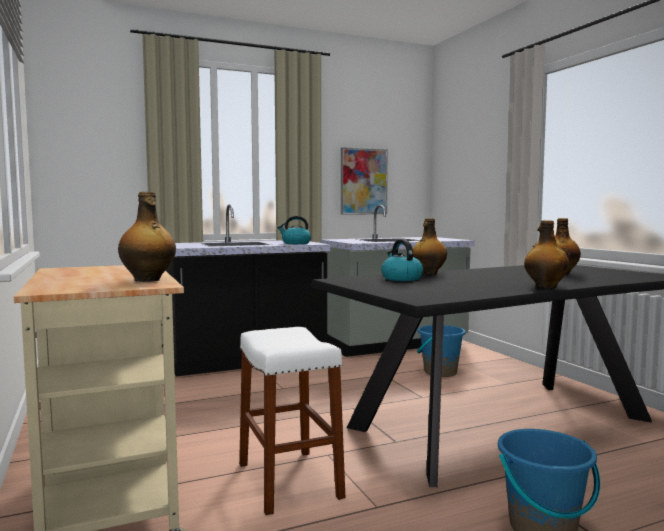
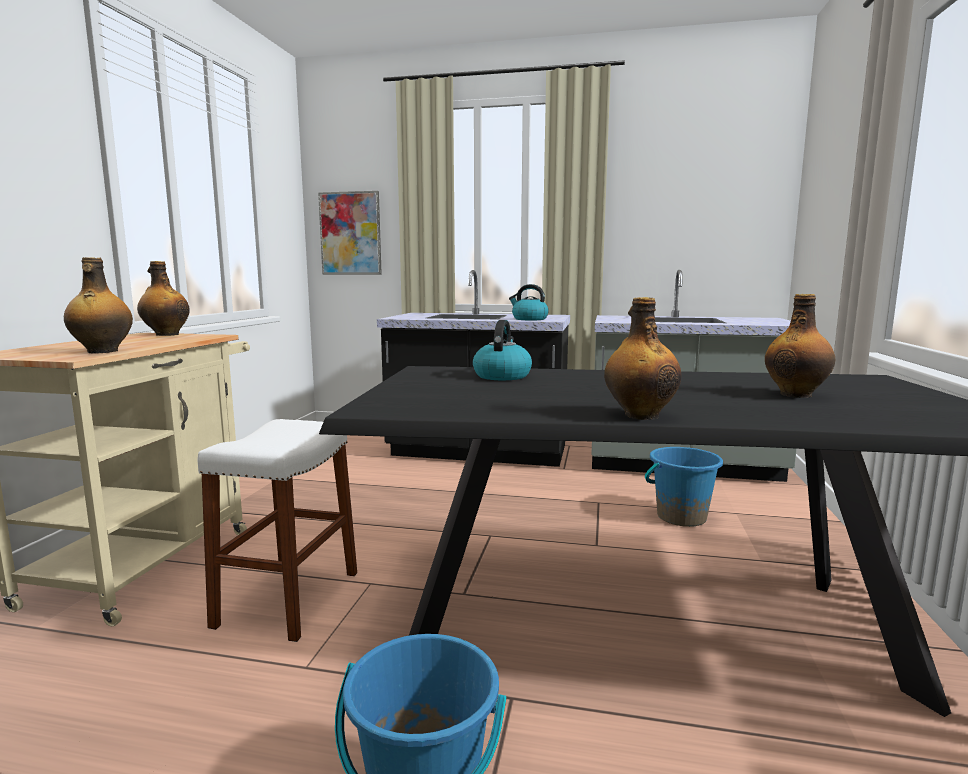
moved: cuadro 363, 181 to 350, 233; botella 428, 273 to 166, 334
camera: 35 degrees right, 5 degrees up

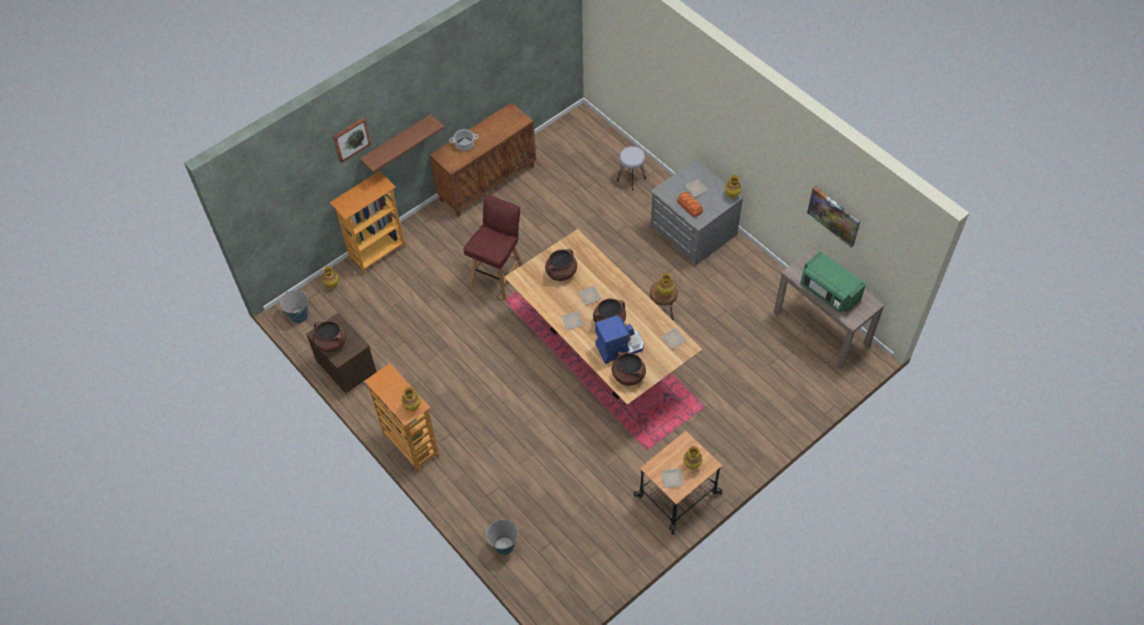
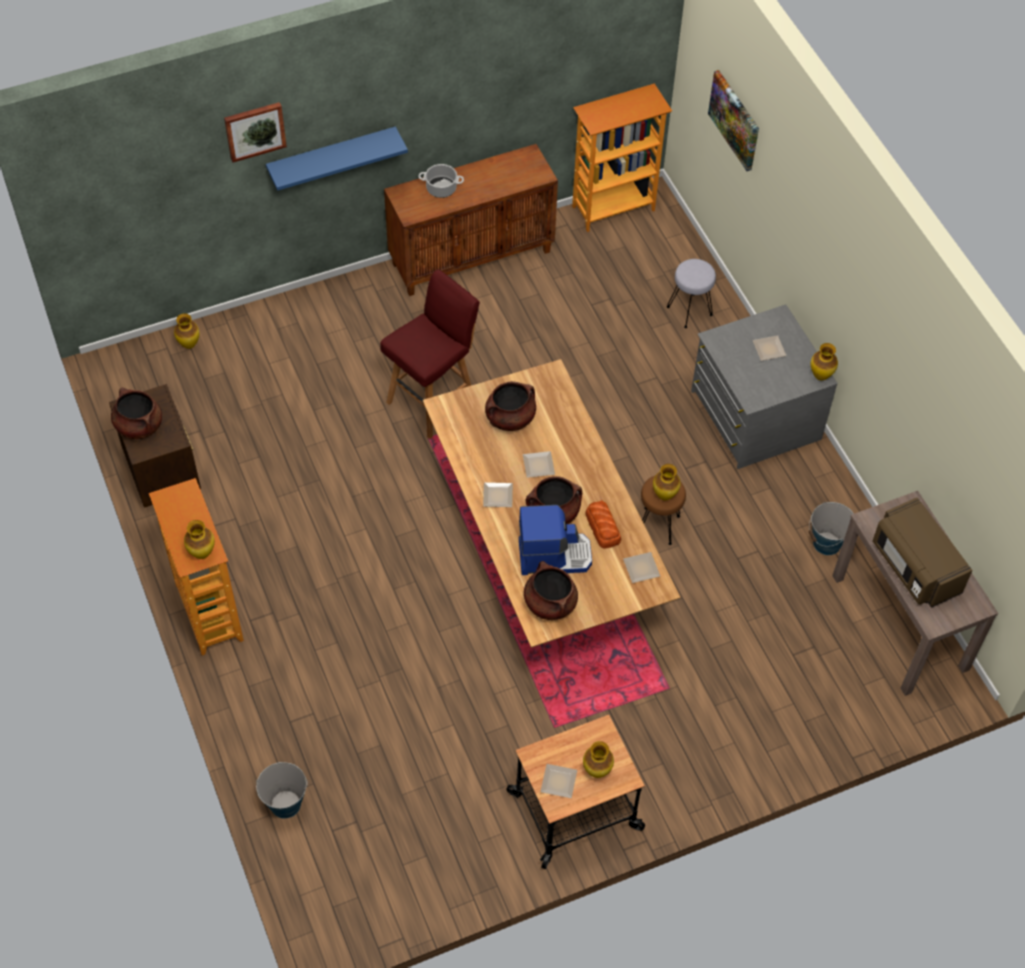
moved: cubo 299, 316 to 827, 543; estantería 377, 253 to 613, 208; pan 690, 206 to 603, 528; cuadro 834, 216 to 735, 120
recoloured: estante [marrón] 397, 143 to estante [azul] 332, 157; microondas [verde] 828, 292 to microondas [marrón] 914, 567
camera: 15 degrees right, 0 degrees up

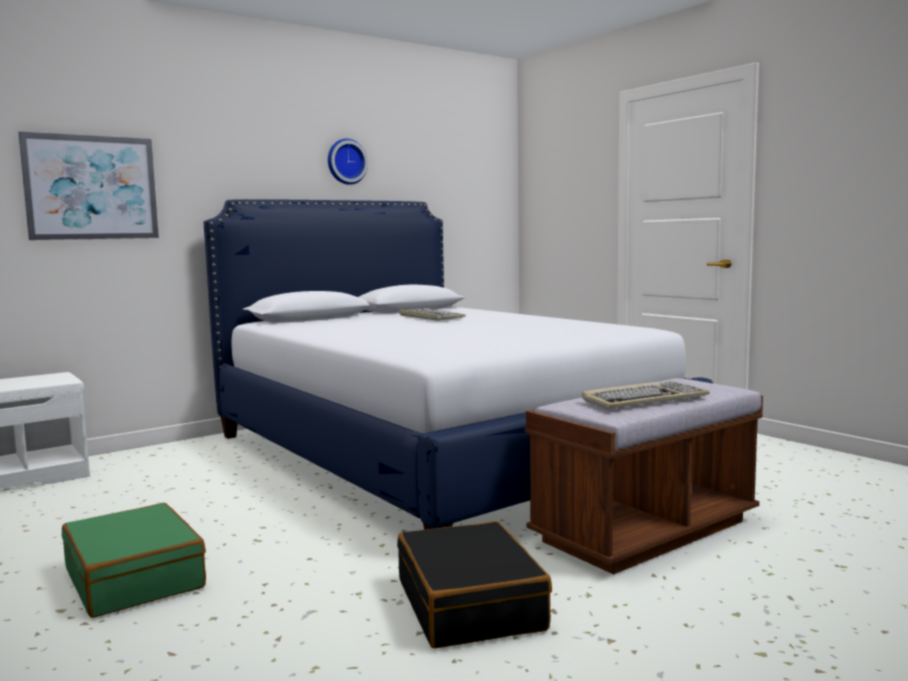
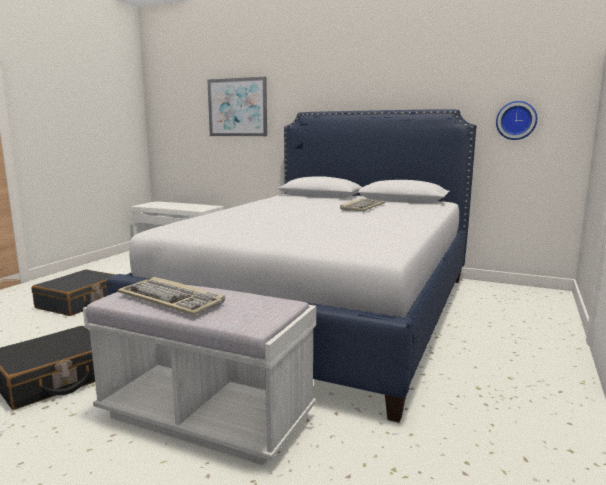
moved: reloj de pared 346, 162 to 516, 120
recoloured: maleta [verde] 135, 578 to maleta [negro] 80, 302; banco [marrón] 645, 531 to banco [blanco] 206, 417
camera: 60 degrees right, 5 degrees up

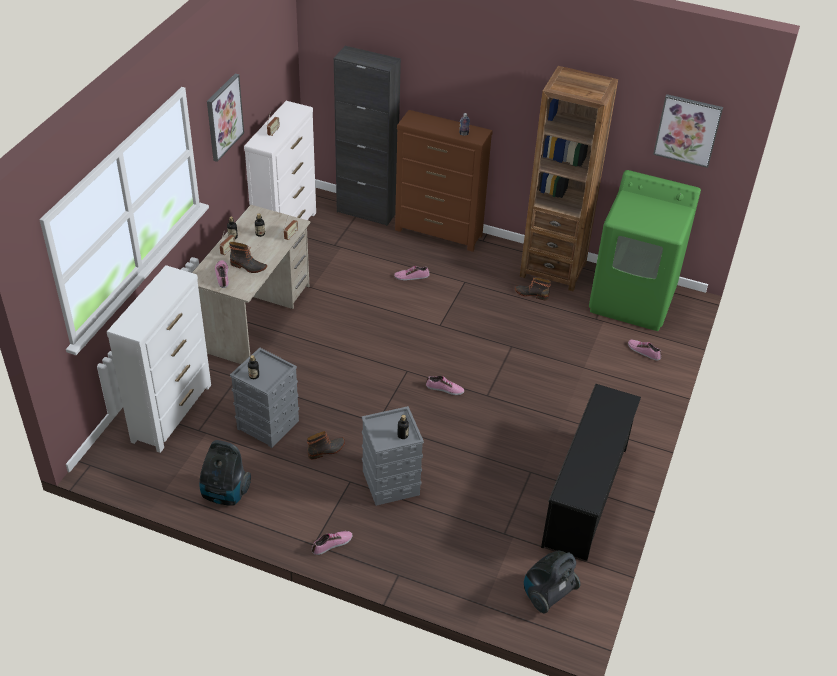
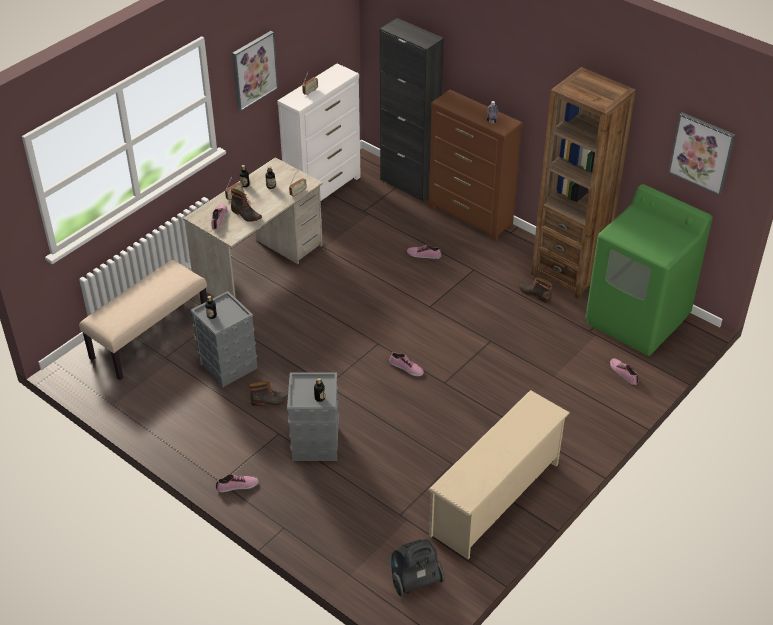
removed: aspiradora 225, 494
replaced: cómoda [blanco] 172, 412 to banco [beis] 150, 336
recoloured: zapatero [negro] 586, 497 to zapatero [beis] 496, 500
camera: 20 degrees right, 0 degrees up

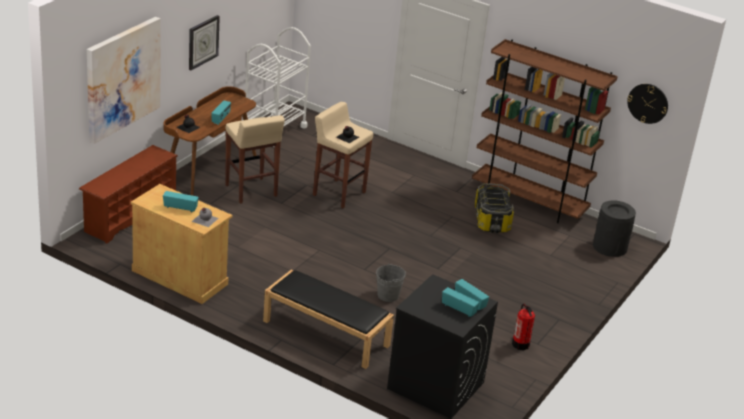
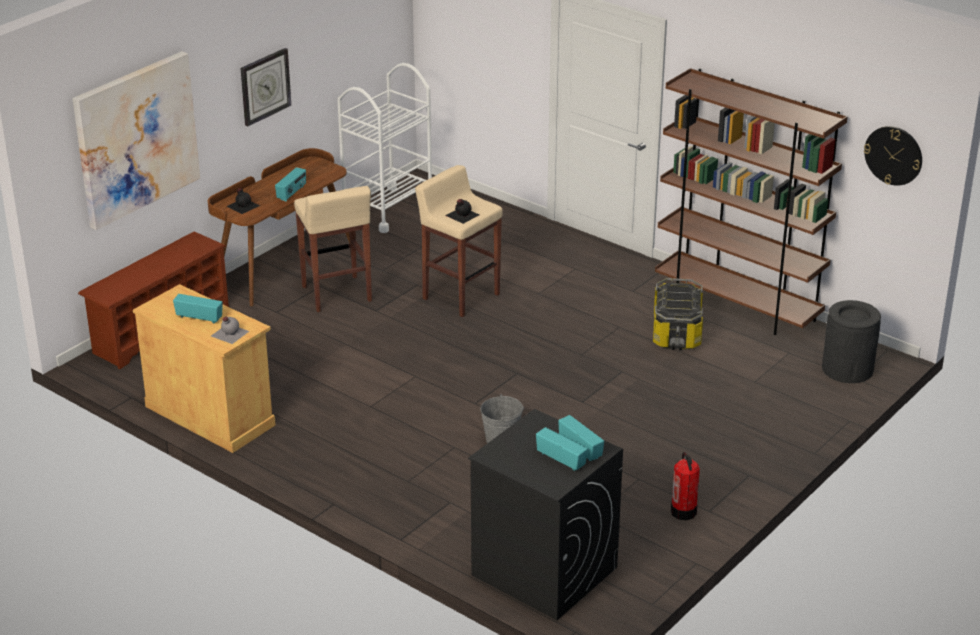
removed: banco [negro] 325, 333
camera: 10 degrees right, 0 degrees up

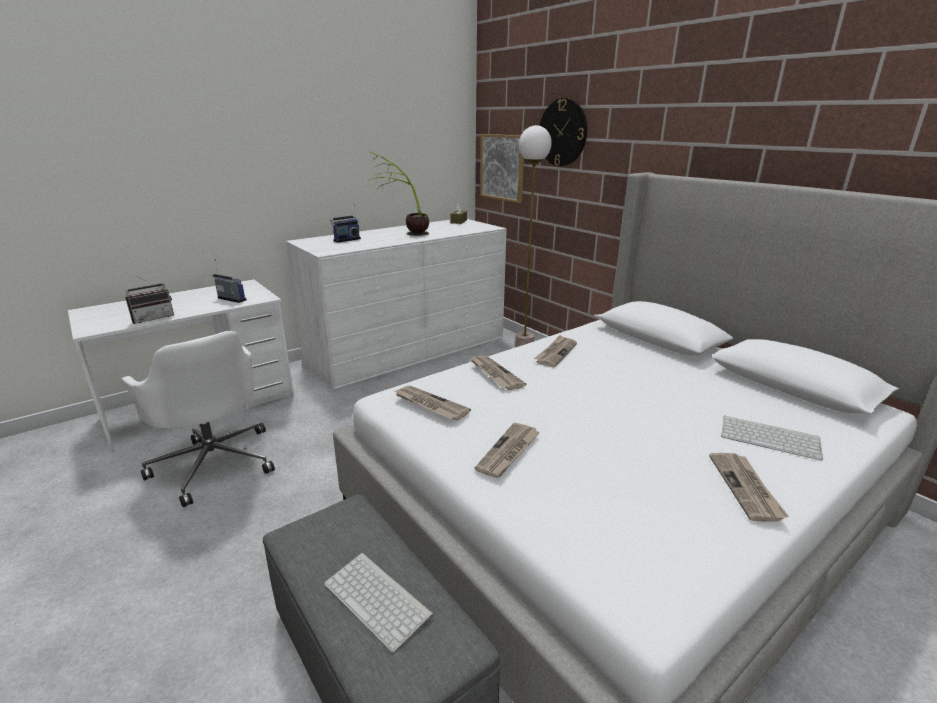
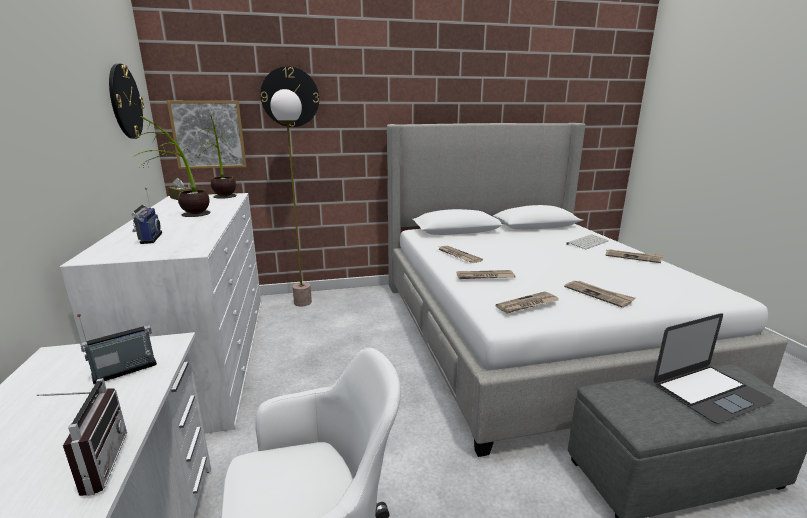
added: reloj de pared 125, 102; planta en maceta 223, 198
replaced: teclado 379, 599 to portátil 710, 392
camera: 65 degrees left, 5 degrees down

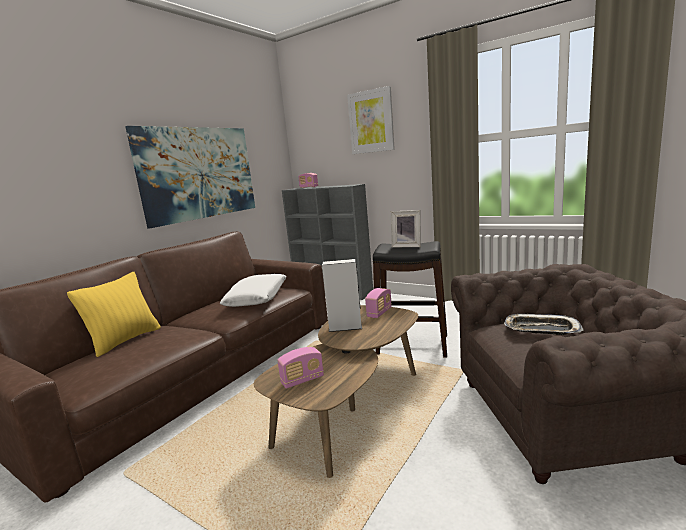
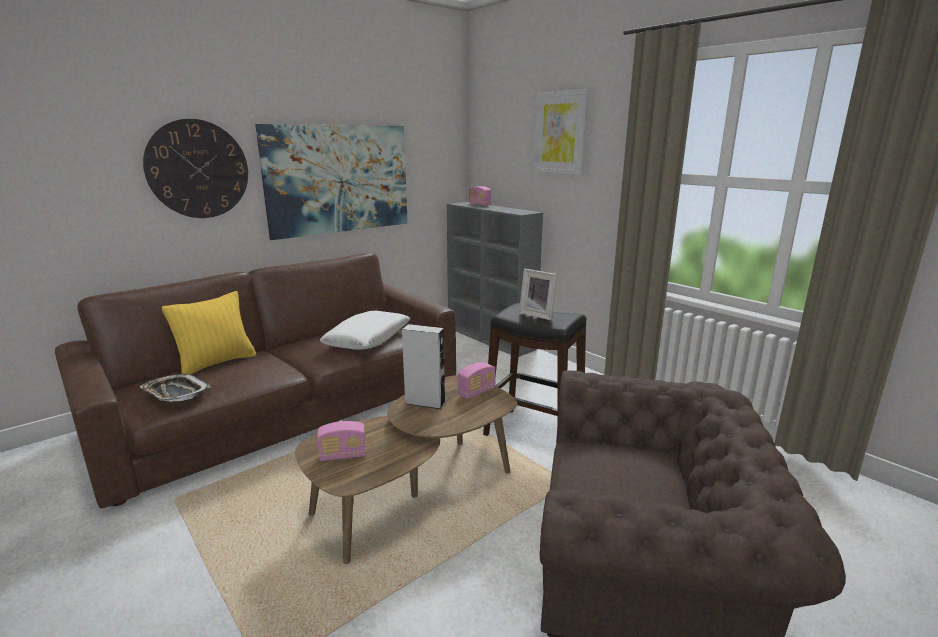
added: reloj de pared 198, 169
moved: bandeja 541, 329 to 175, 392
camera: 15 degrees right, 5 degrees up

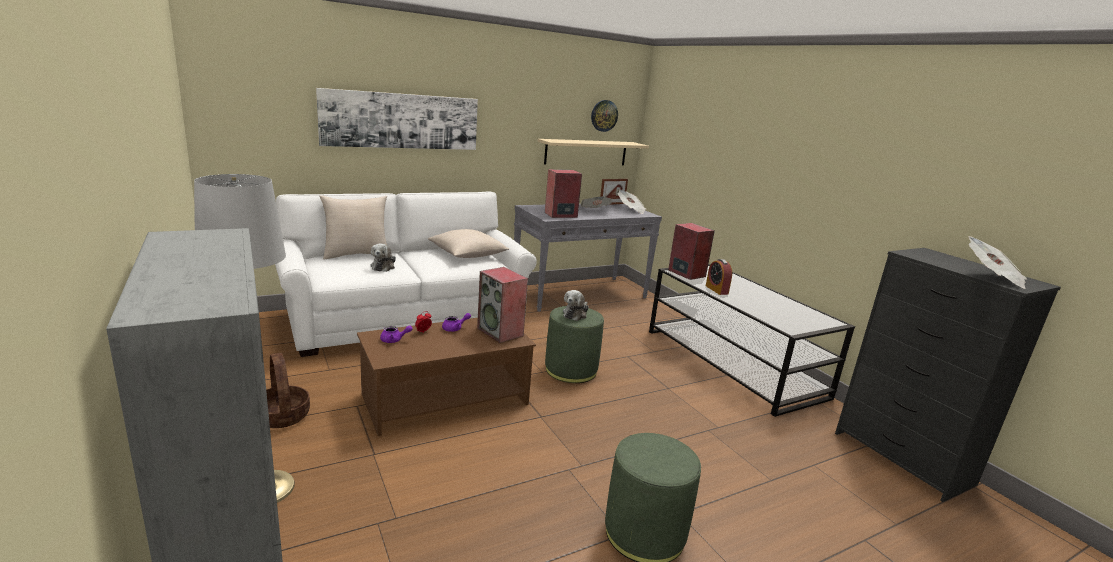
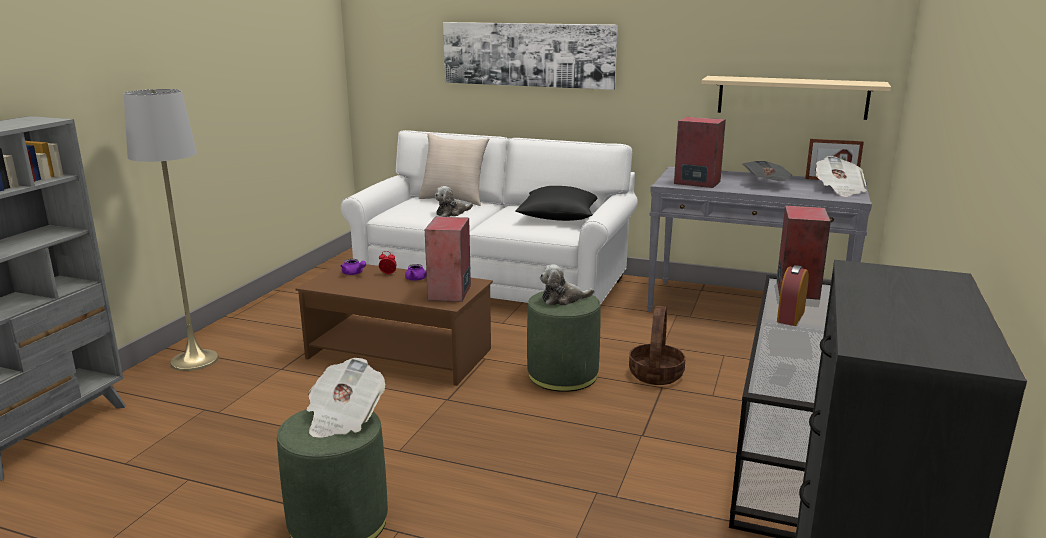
removed: reloj de pared 604, 115
moved: cesta 283, 416 to 656, 374; periódico 992, 278 to 344, 418
recoloured: cojín [beis] 467, 254 to cojín [negro] 558, 217
camera: 50 degrees right, 0 degrees up

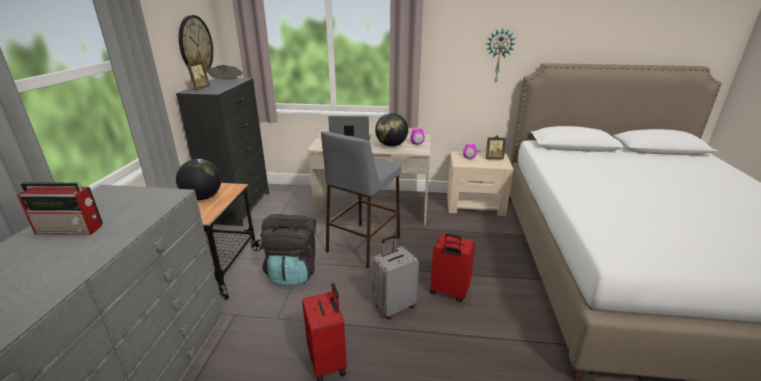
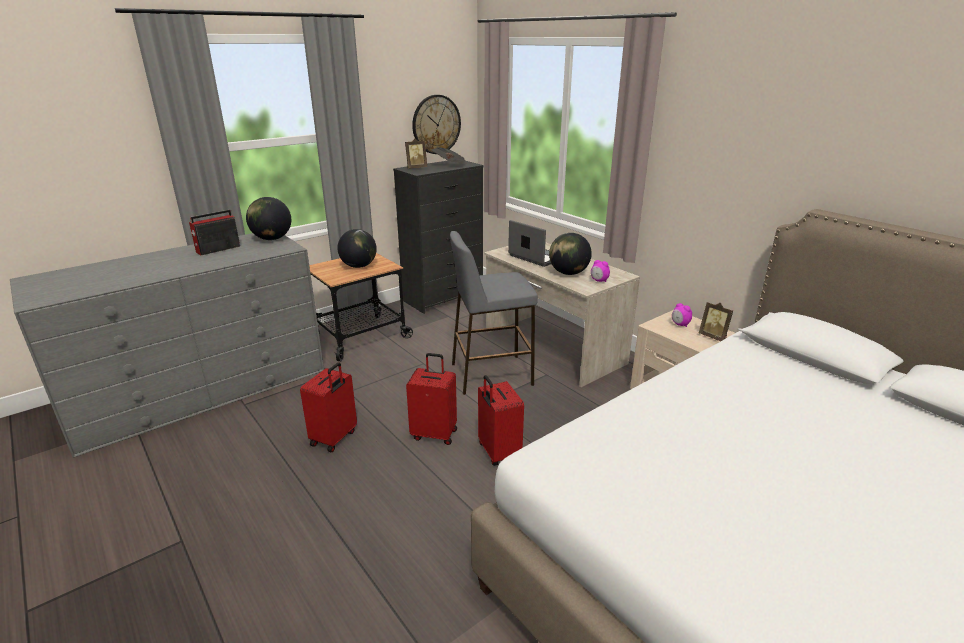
removed: mochila [negro] 293, 272; reloj de pared 498, 56
added: globo terráqueo 272, 239
recoloured: maleta [gris] 394, 306 to maleta [rojo] 435, 434
turned: radio 71, 229 = 217, 249 90 degrees clockwise
camera: 45 degrees right, 0 degrees up

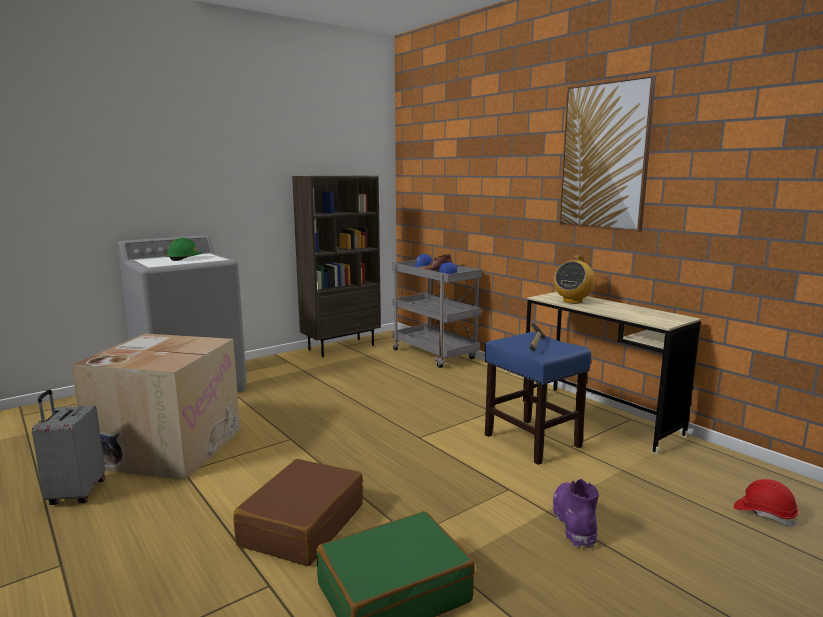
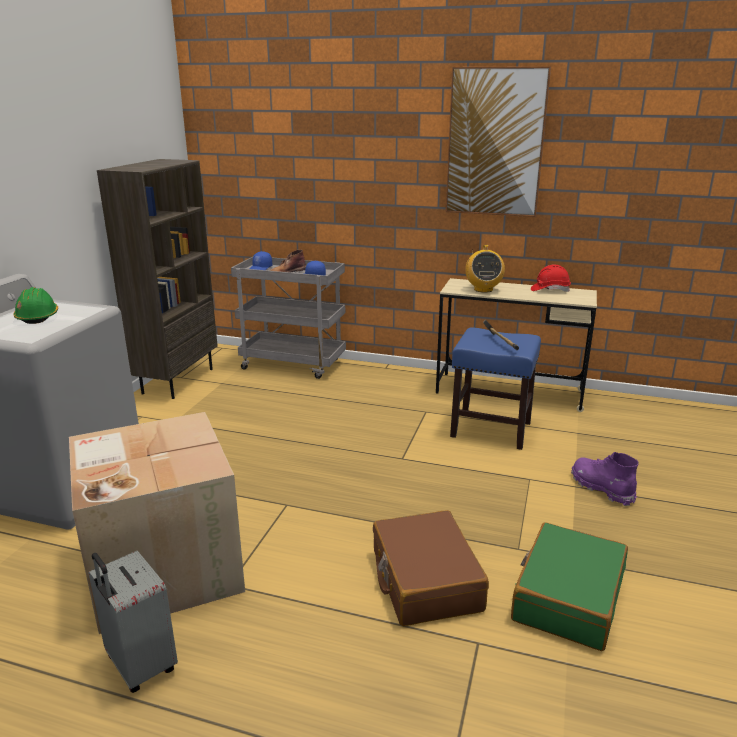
moved: casco [rojo] 764, 514 to 550, 290
camera: 35 degrees left, 10 degrees up

